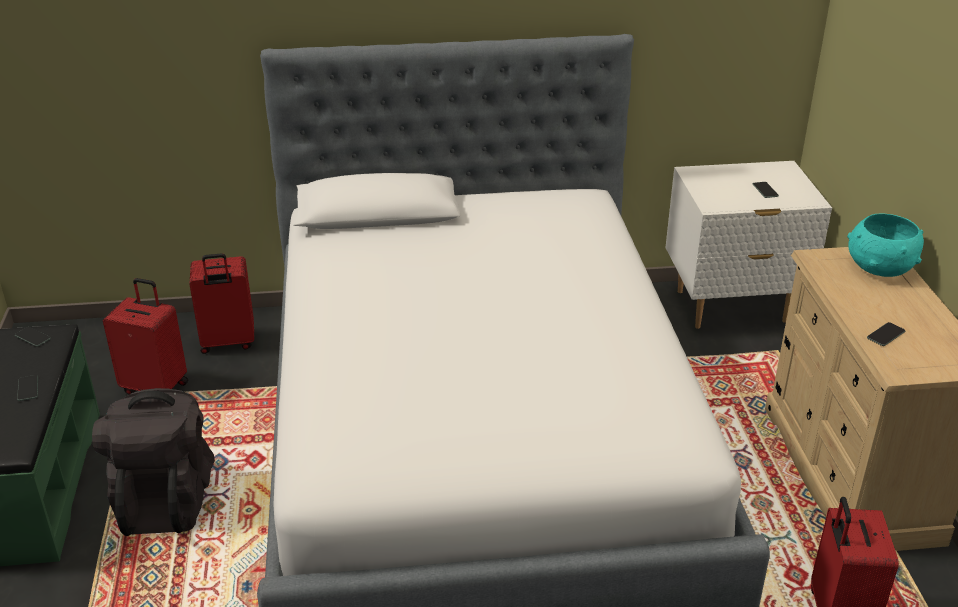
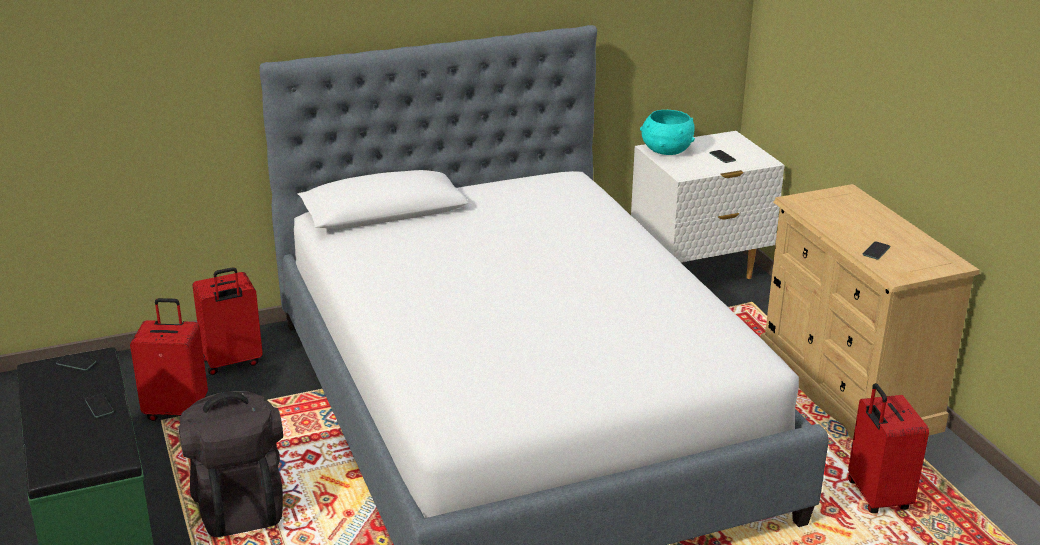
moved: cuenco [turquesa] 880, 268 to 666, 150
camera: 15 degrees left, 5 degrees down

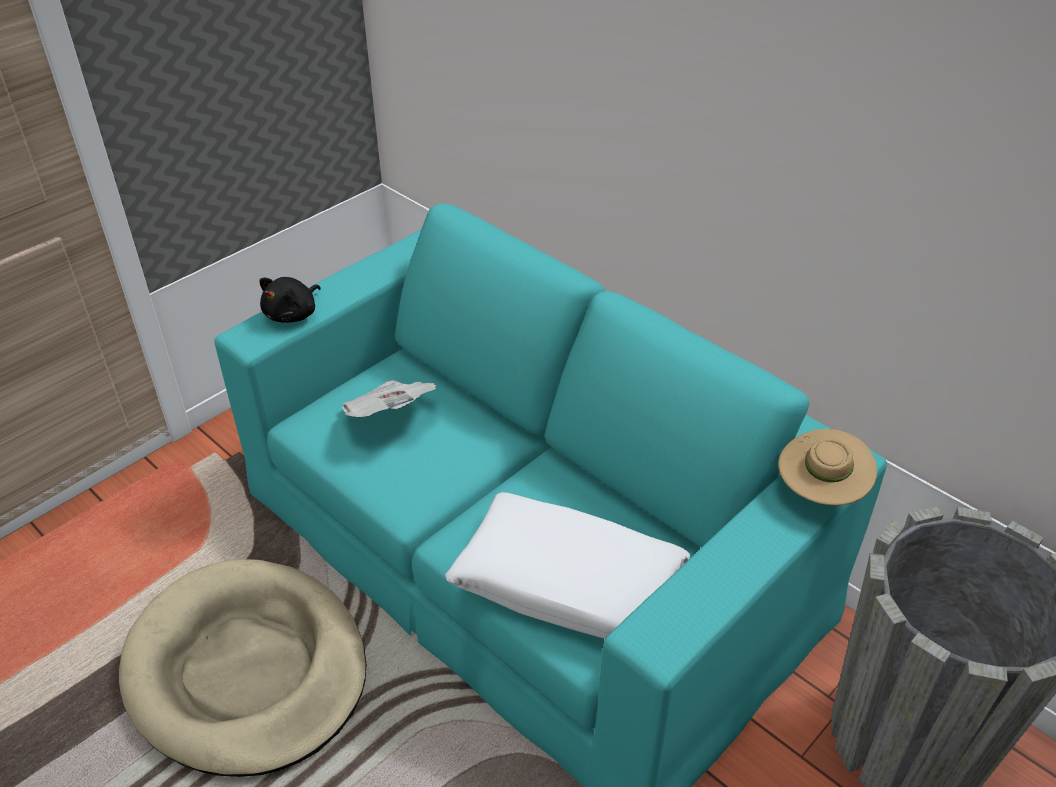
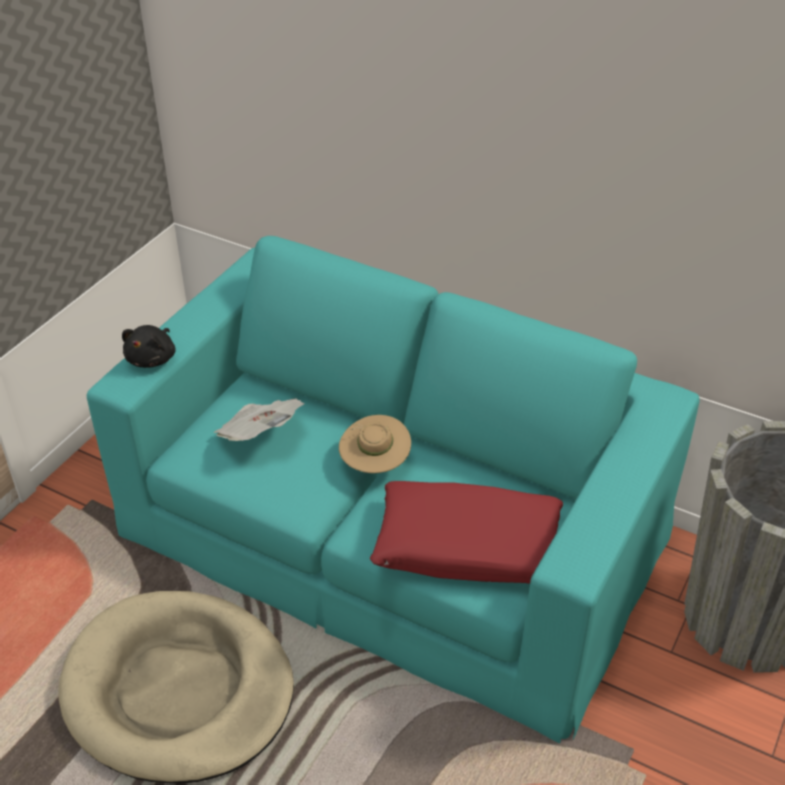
moved: sombrero [beis] 819, 492 to 375, 464
recoloured: cojín [blanco] 567, 584 to cojín [rojo] 467, 547
camera: 15 degrees left, 0 degrees up

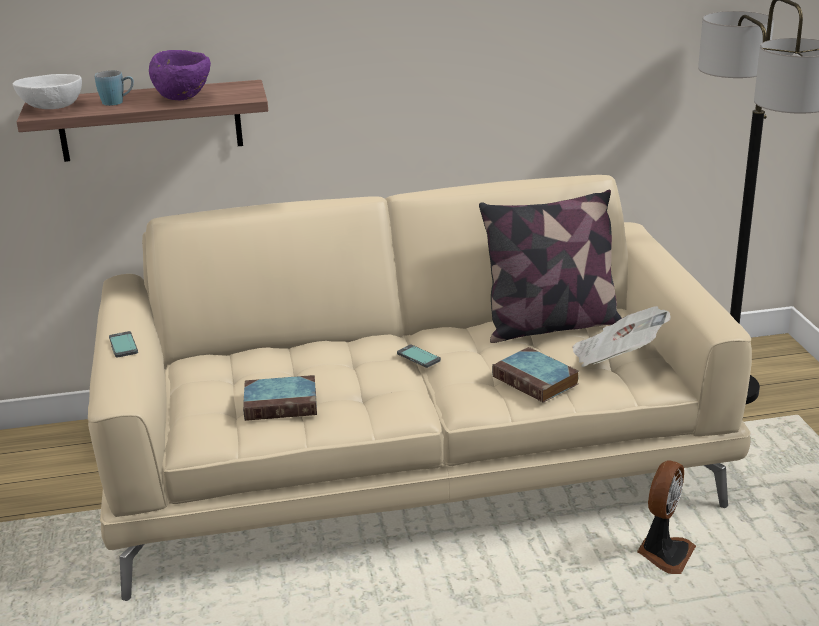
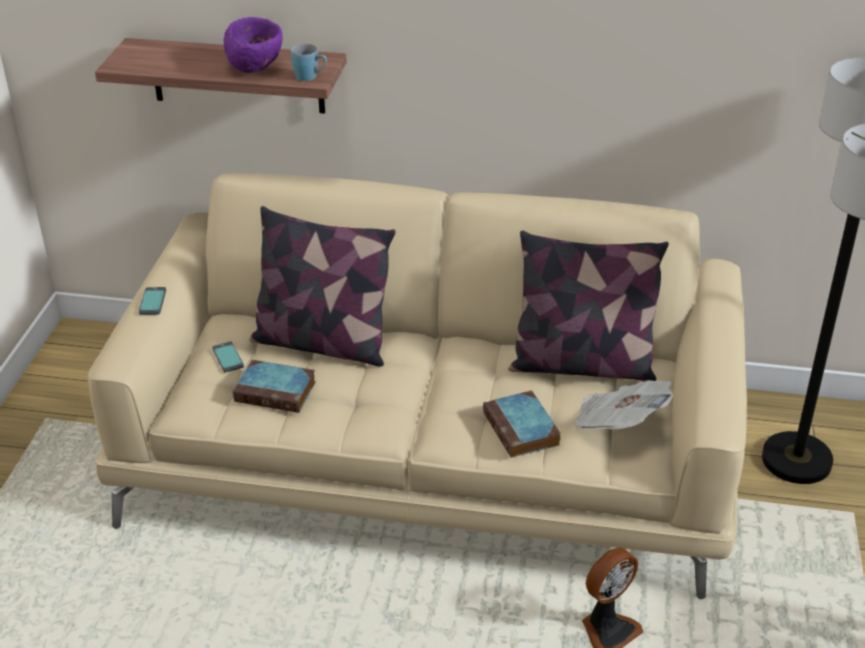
removed: cuenco [blanco] 52, 107
added: cojín 322, 343
moved: taza grande [azul] 118, 102 to 310, 77; móvil 418, 357 to 227, 358
camera: 20 degrees right, 10 degrees up

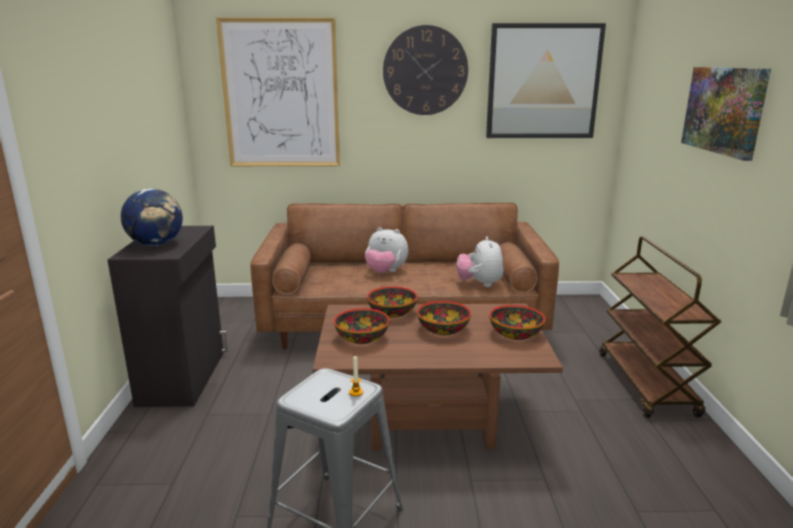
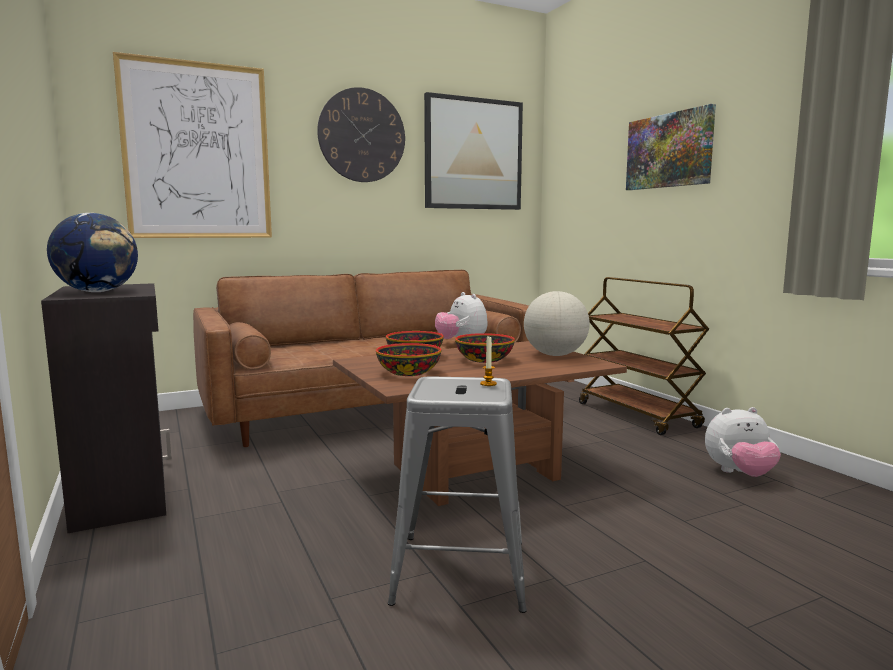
moved: peluche 385, 272 to 739, 474
replaced: cuenco 515, 334 to globo terráqueo 555, 355
camera: 25 degrees left, 10 degrees down

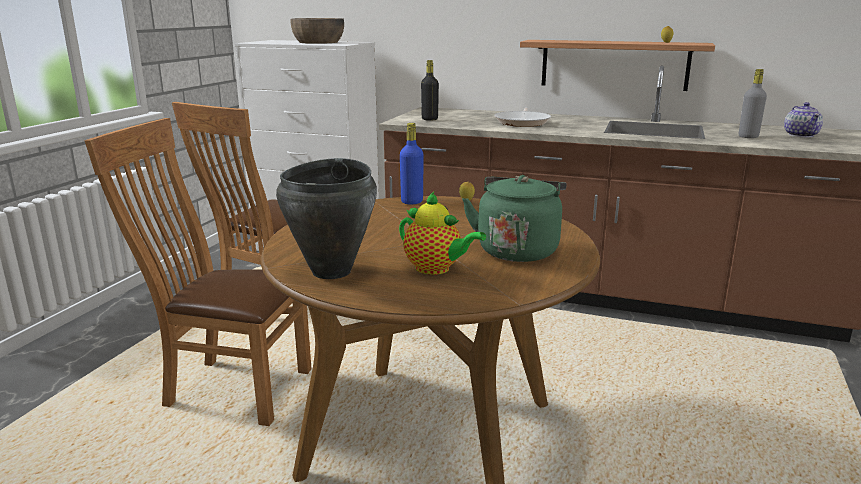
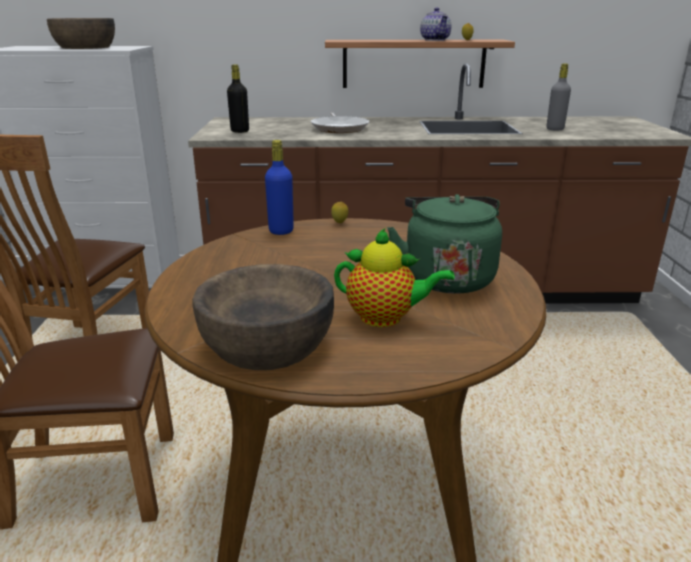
moved: tetera 801, 135 to 435, 40
replaced: olla [negro] 332, 271 to cuenco [marrón] 267, 343
camera: 20 degrees left, 5 degrees up

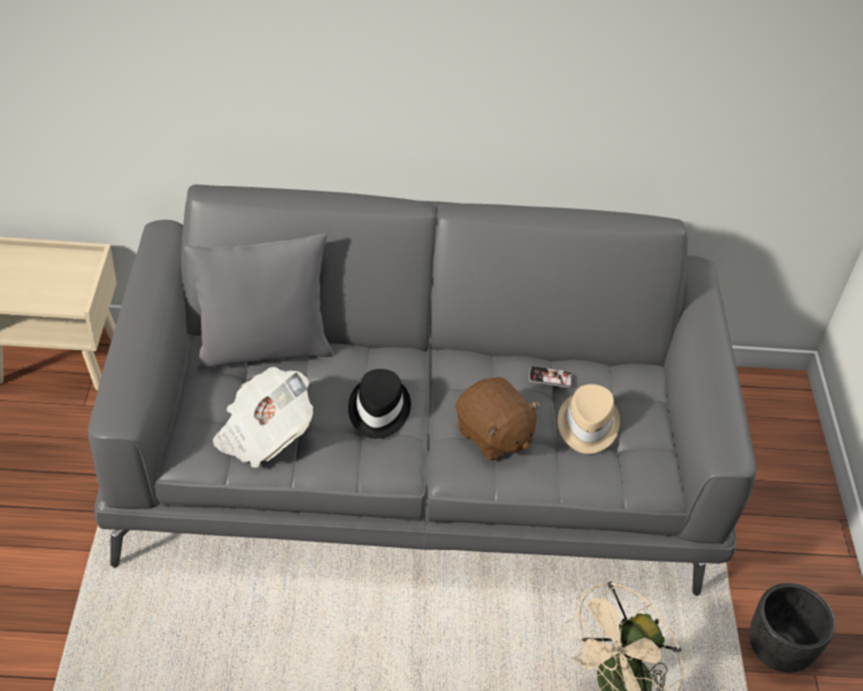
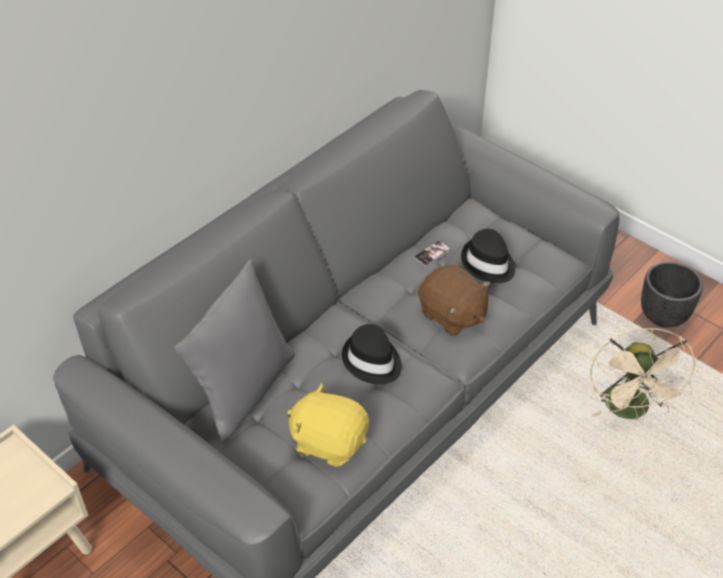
replaced: periódico 263, 434 to peluche [amarillo] 329, 441
recoloured: sombrero [beis] 587, 425 to sombrero [negro] 488, 263
turned: peluche [marrón] 493, 436 = 452, 315 45 degrees clockwise
camera: 45 degrees left, 0 degrees up

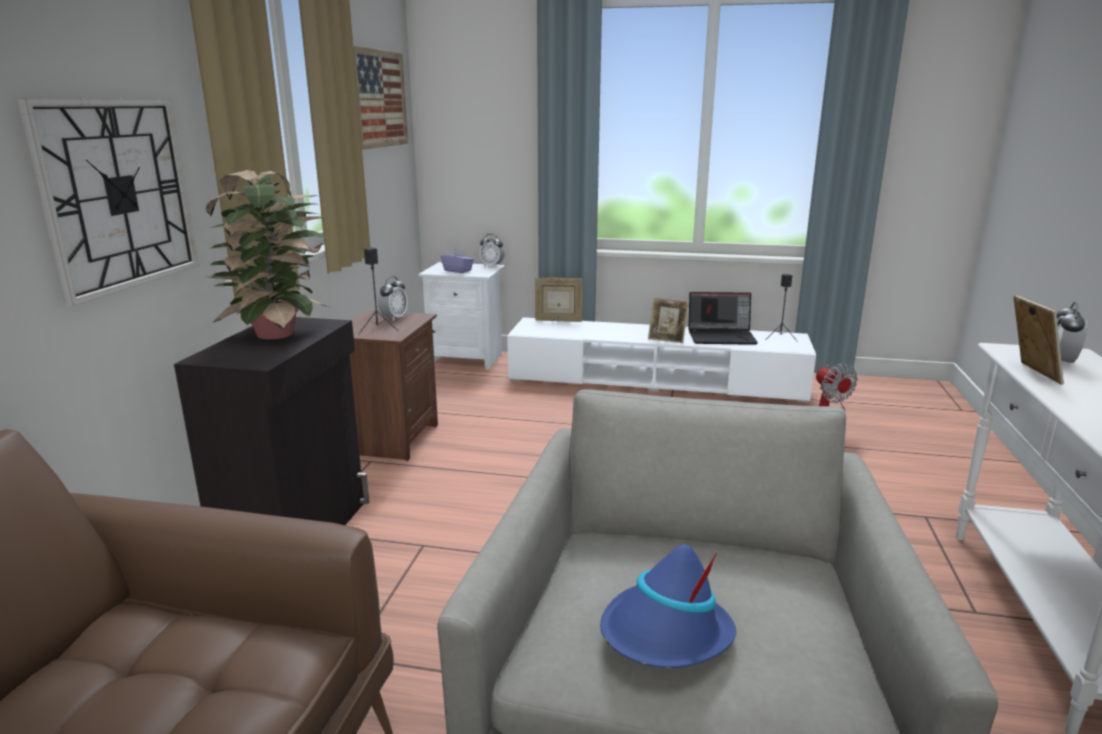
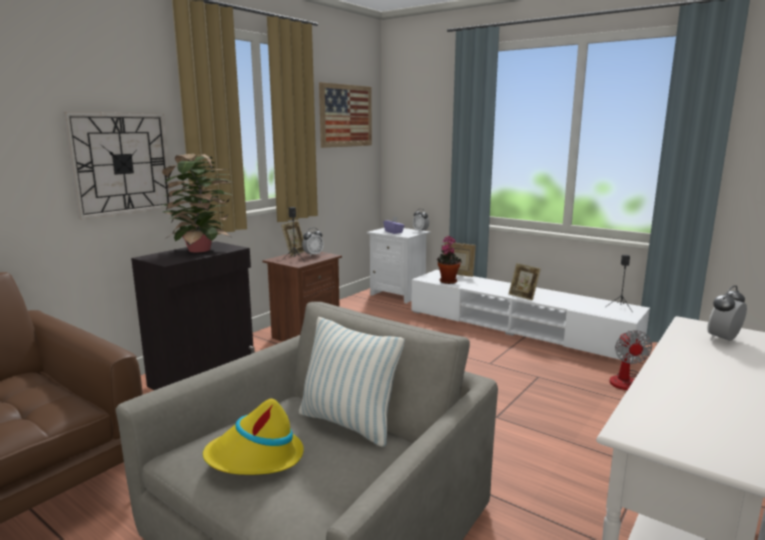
removed: portátil 722, 337
added: cojín 349, 423; planta en maceta 447, 281
moved: portarretratos 1029, 373 to 295, 253
recoloured: sombrero [azul] 665, 634 to sombrero [amarillo] 255, 458
camera: 25 degrees right, 5 degrees down

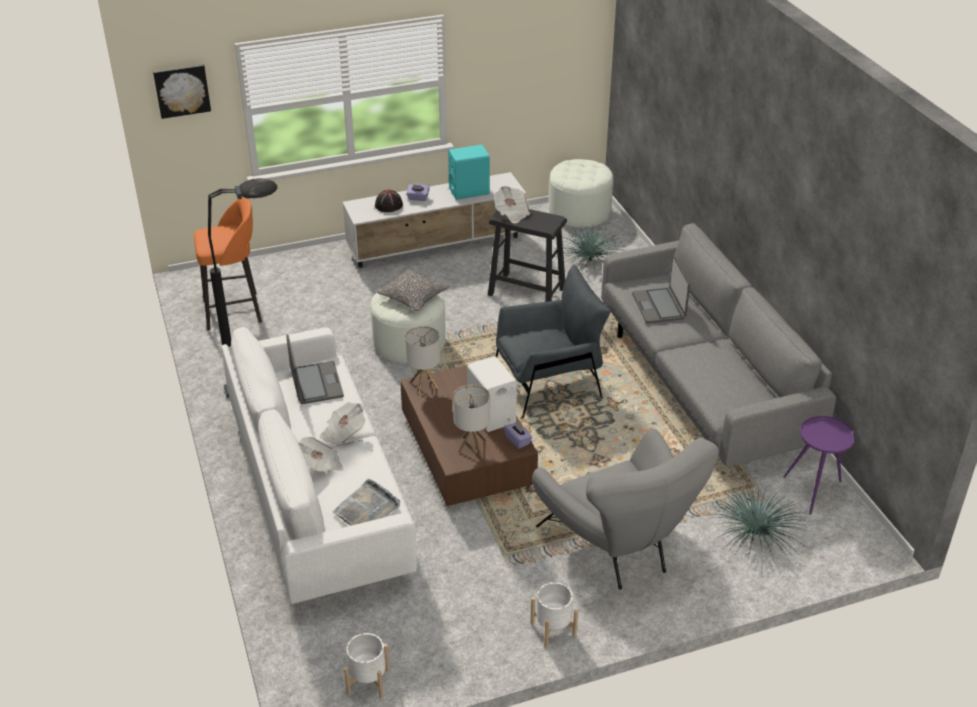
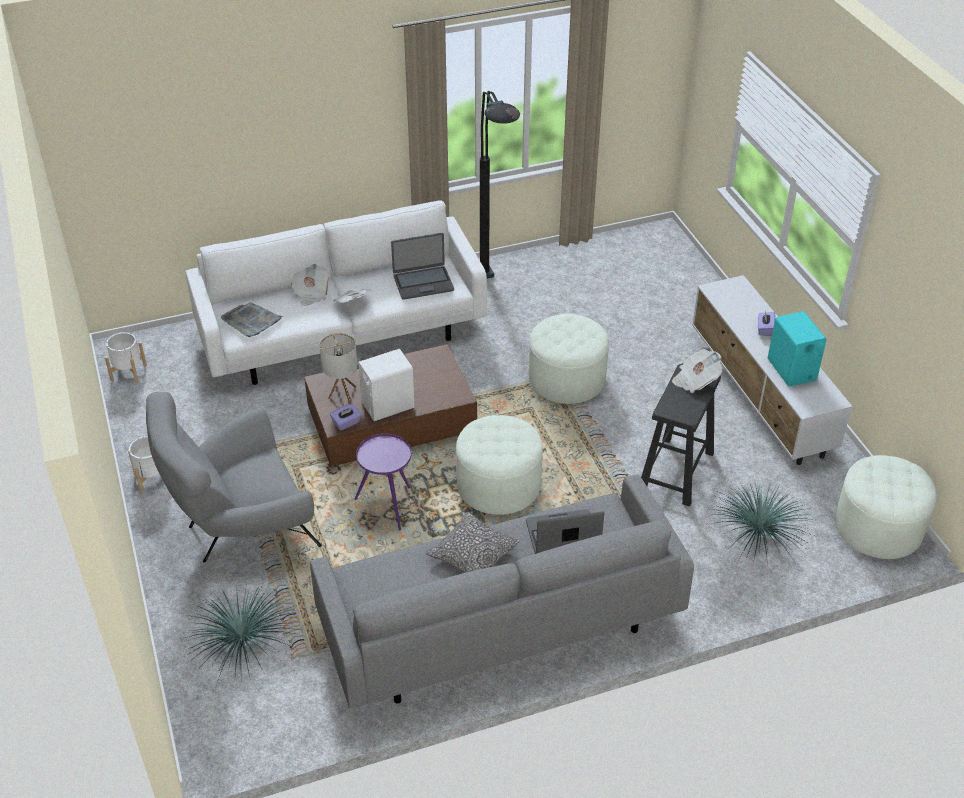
removed: cuadro 182, 90; taburete [naranja] 234, 311; sombrero [negro] 388, 205; lámpara de mesa 424, 385
moved: cojín 413, 296 to 473, 554; mesa auxiliar [morado] 814, 491 to 387, 508
replaced: sillón [gris] 548, 384 to puf [blanco] 498, 485
camera: 90 degrees right, 5 degrees up

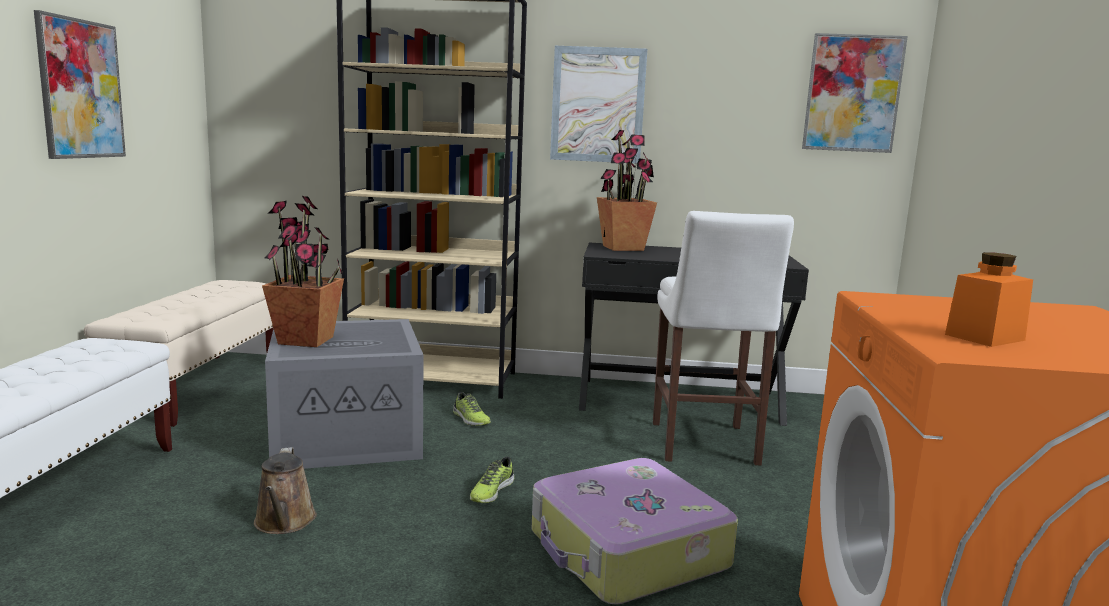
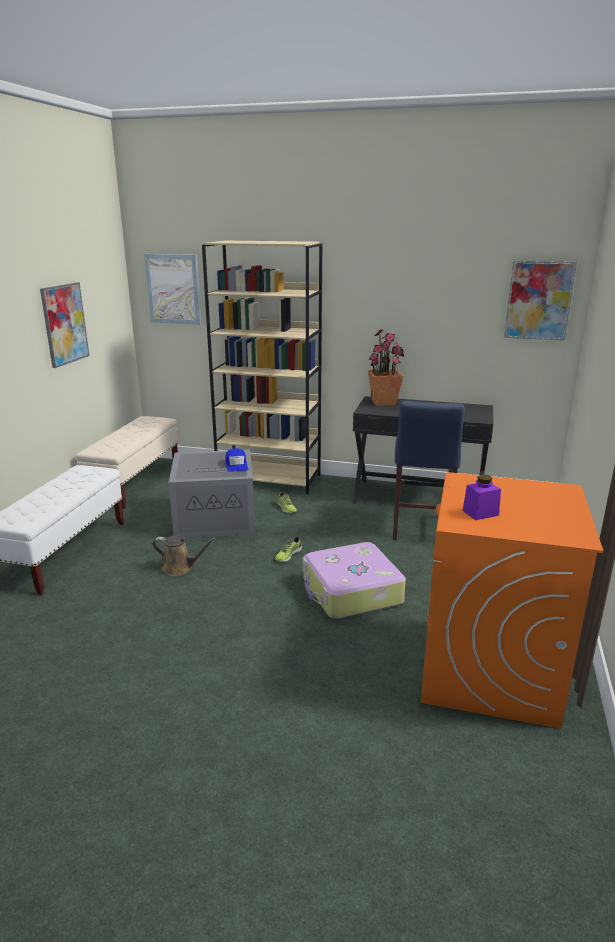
removed: planta en maceta 306, 340
added: gorra [azul] 236, 465
moved: cuadro 597, 105 to 173, 289
recoloured: taburete [blanco] 704, 445 to taburete [azul] 420, 530; tarro [naranja] 984, 337 to tarro [morado] 480, 513
turned: regadera [marrón] 284, 522 = 180, 568 75 degrees counterclockwise
camera: 10 degrees right, 10 degrees up

